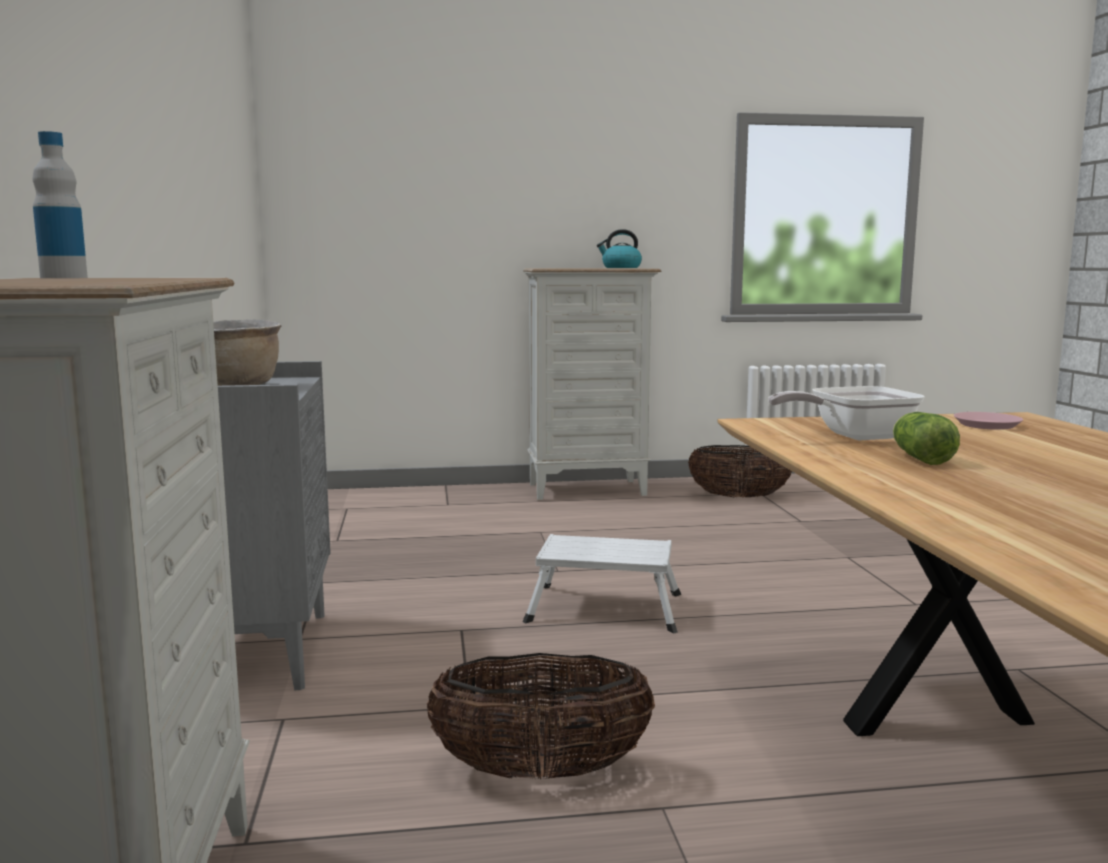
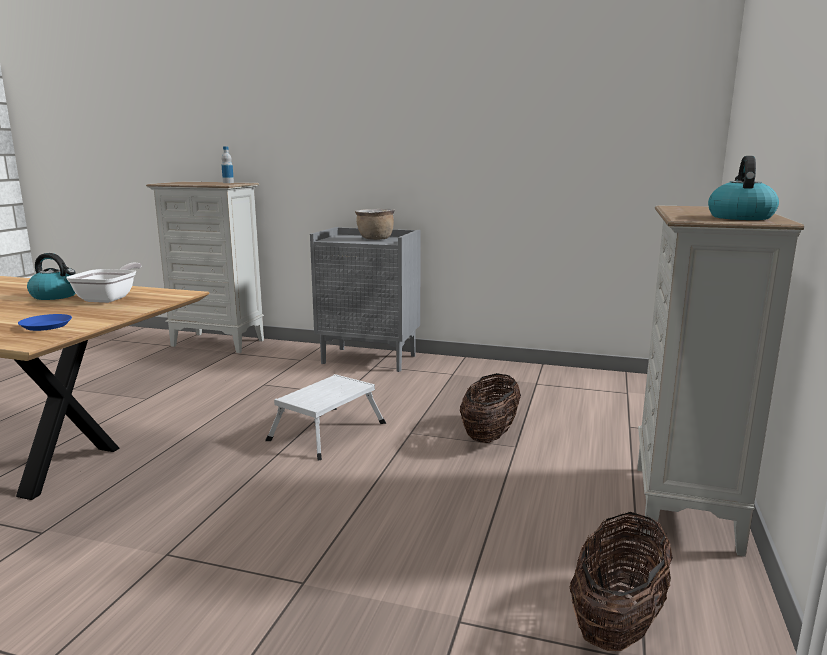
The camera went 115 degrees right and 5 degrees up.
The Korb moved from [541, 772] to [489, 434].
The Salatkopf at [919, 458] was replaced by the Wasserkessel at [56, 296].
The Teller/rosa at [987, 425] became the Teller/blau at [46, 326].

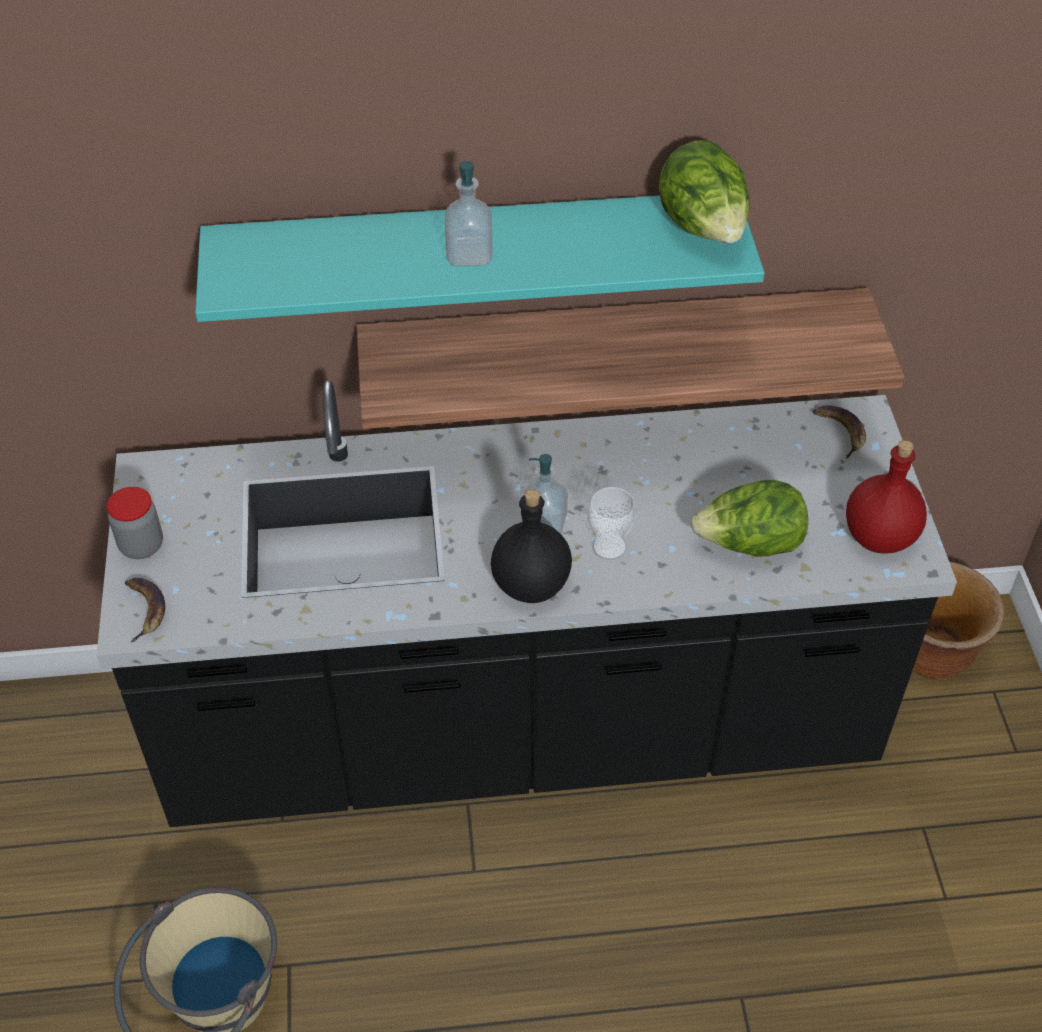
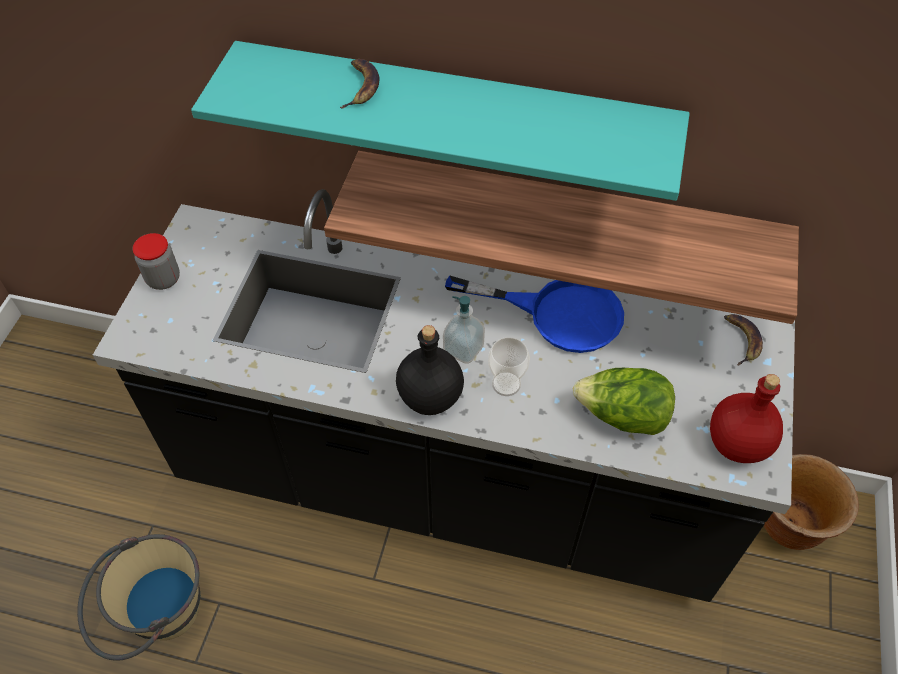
The camera went 20 degrees right and 5 degrees up.
The Seifenspender at [469, 254] disappeared.
The Salatkopf at [703, 229] disappeared.
The Pfanne/blau at [557, 313] appeared.
The Banane moved from [144, 609] to [360, 86].

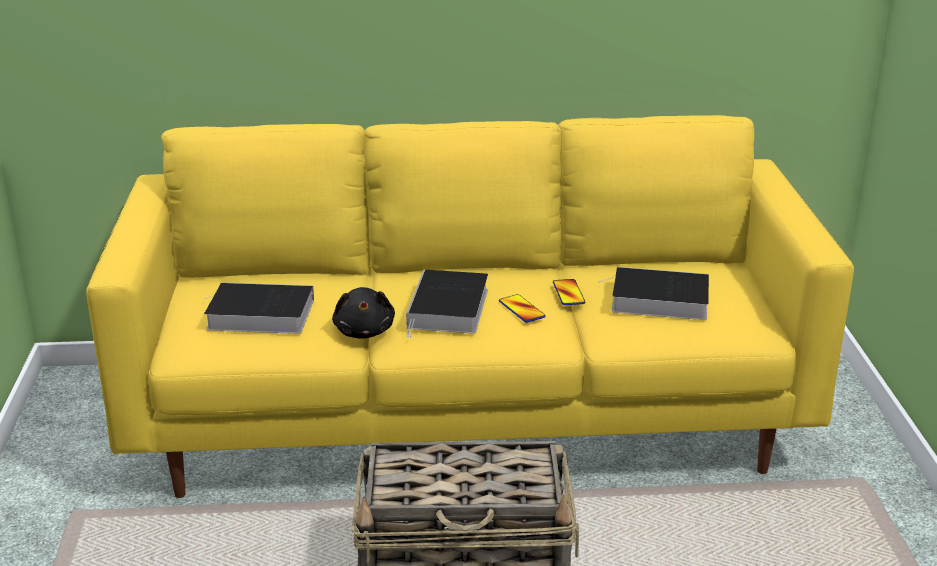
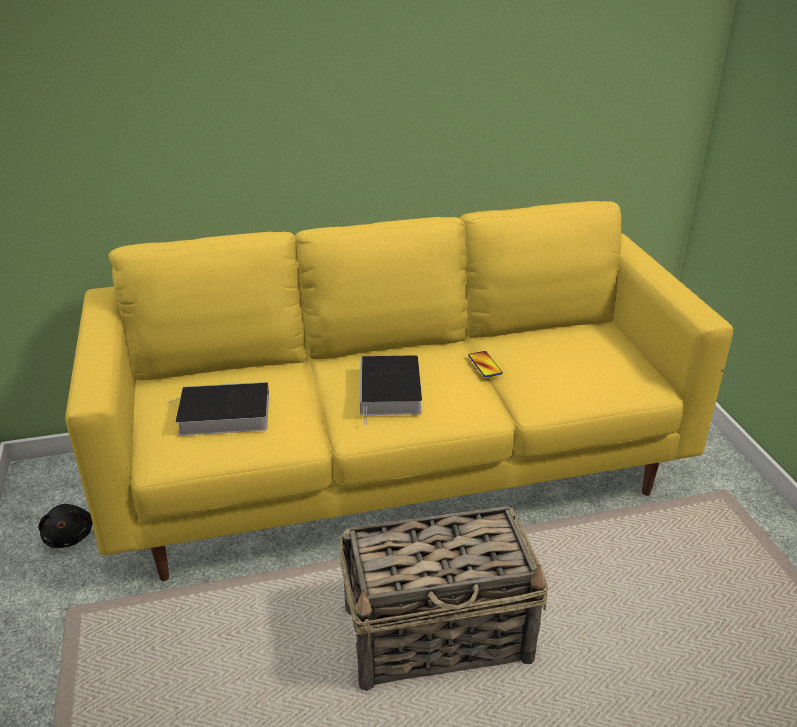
The camera went 10 degrees left and 5 degrees up.
The Handy at [521, 309] disappeared.
The Buch at [656, 300] disappeared.
The Plüschtier/schwarz moved from [364, 331] to [70, 536].

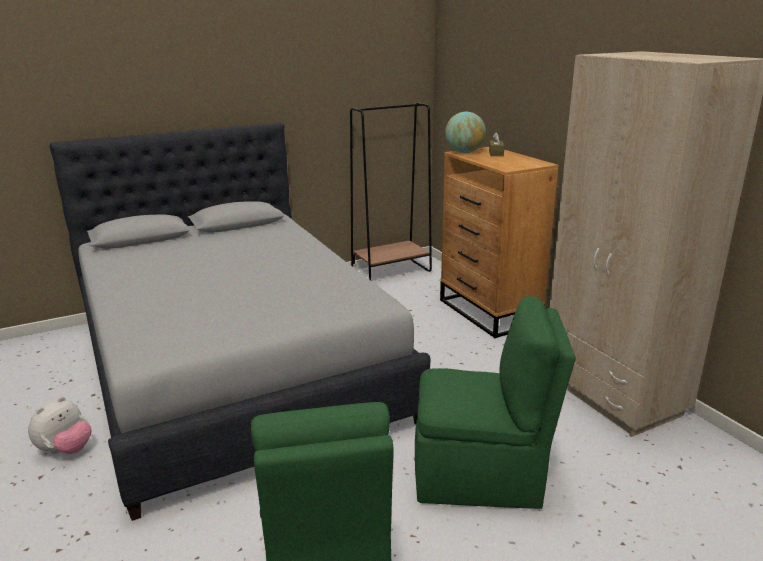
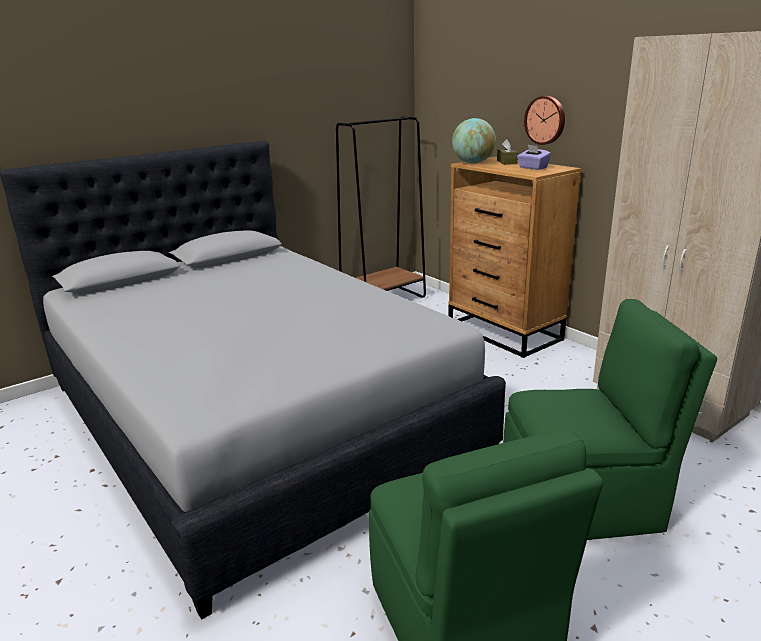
The camera went 10 degrees left and 0 degrees up.
The Plüschtier at [66, 450] disappeared.
The Taschentuchbox/lila at [532, 168] appeared.
The Wanduhr at [545, 120] appeared.

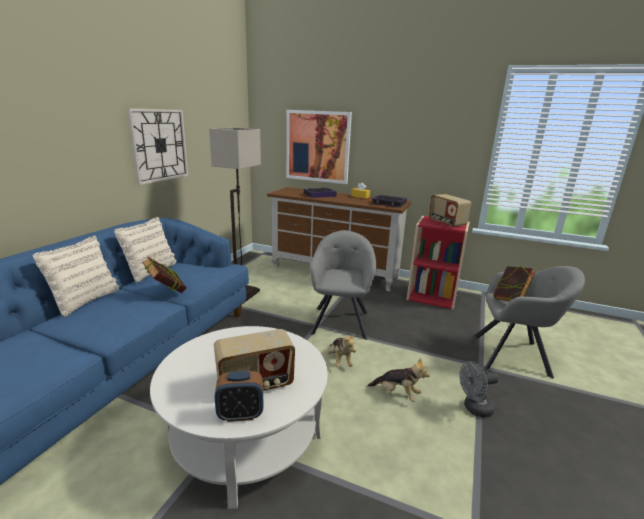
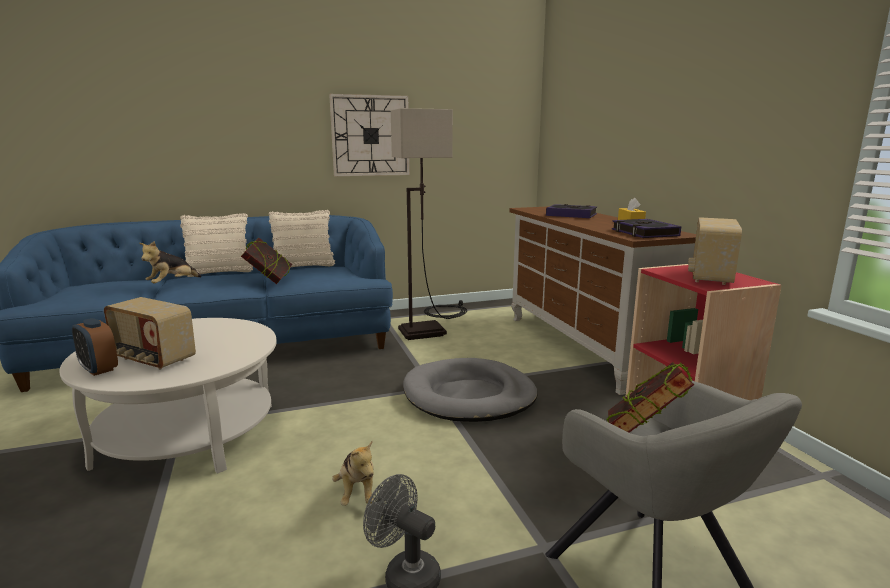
The camera went 50 degrees right and 5 degrees down.
The Bild at [317, 146] disappeared.
The Plüschtier moved from [340, 360] to [172, 284].
The Sessel/grau at [340, 321] was replaced by the Hundebett/grau at [469, 395].

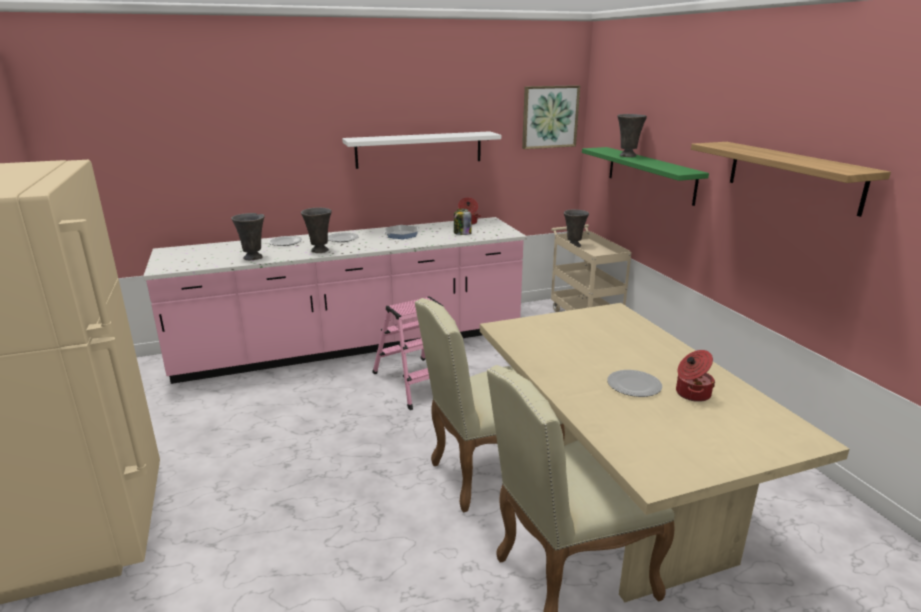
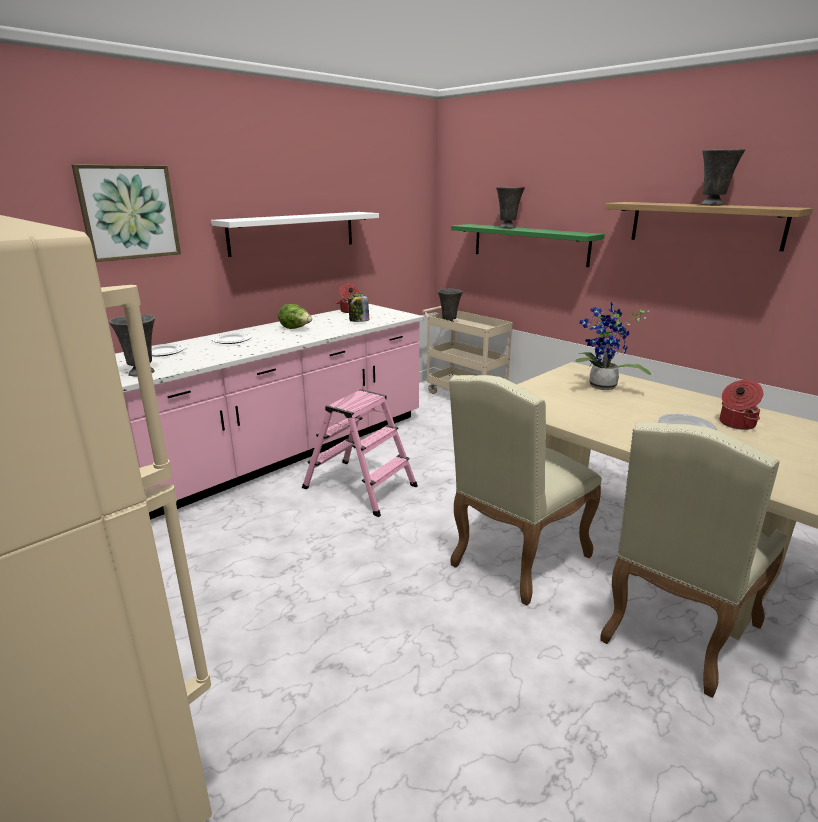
The camera went 25 degrees left and 0 degrees up.
The Topfpflanze at [601, 387] appeared.
The Vase/grau moved from [320, 251] to [713, 205].
The Bild moved from [549, 117] to [129, 212].
The Pfanne at [401, 235] was replaced by the Salatkopf at [295, 329].

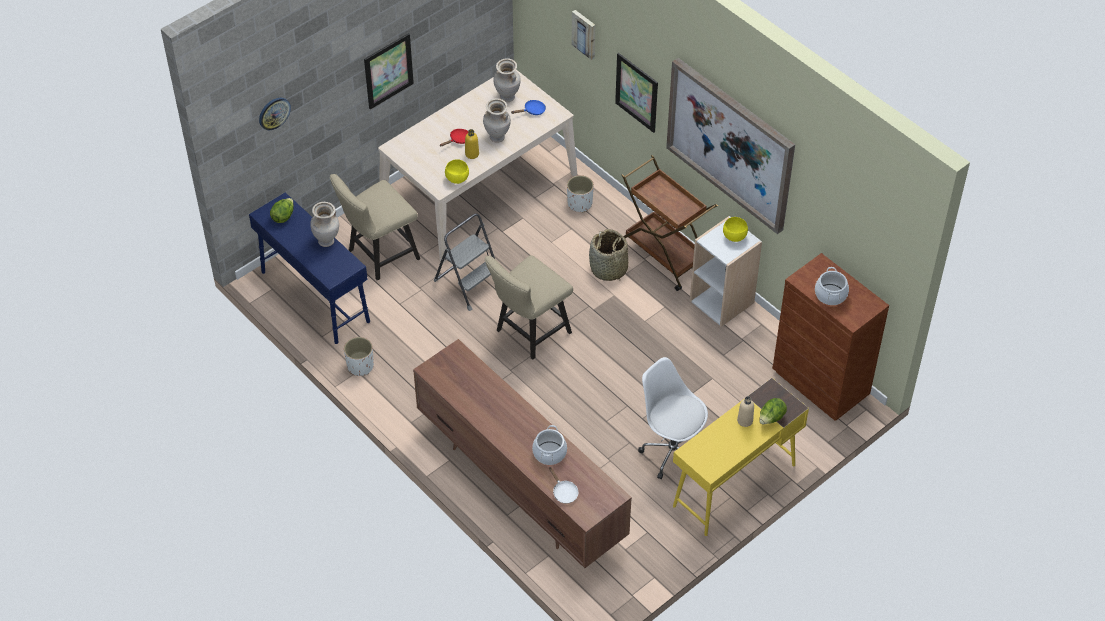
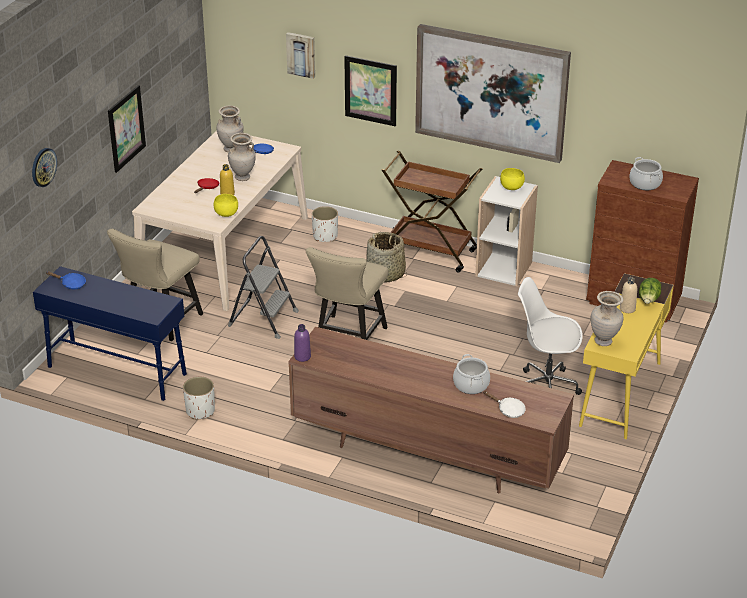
The camera went 25 degrees left and 15 degrees down.
The Flasche/lila at [302, 357] appeared.
The Vase/beige moved from [327, 242] to [604, 341].
The Salatkopf at [283, 216] was replaced by the Pfanne/blau at [71, 284].

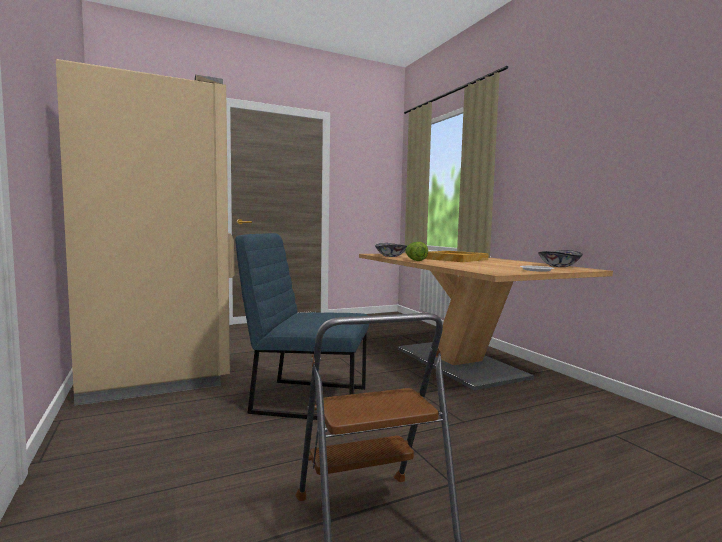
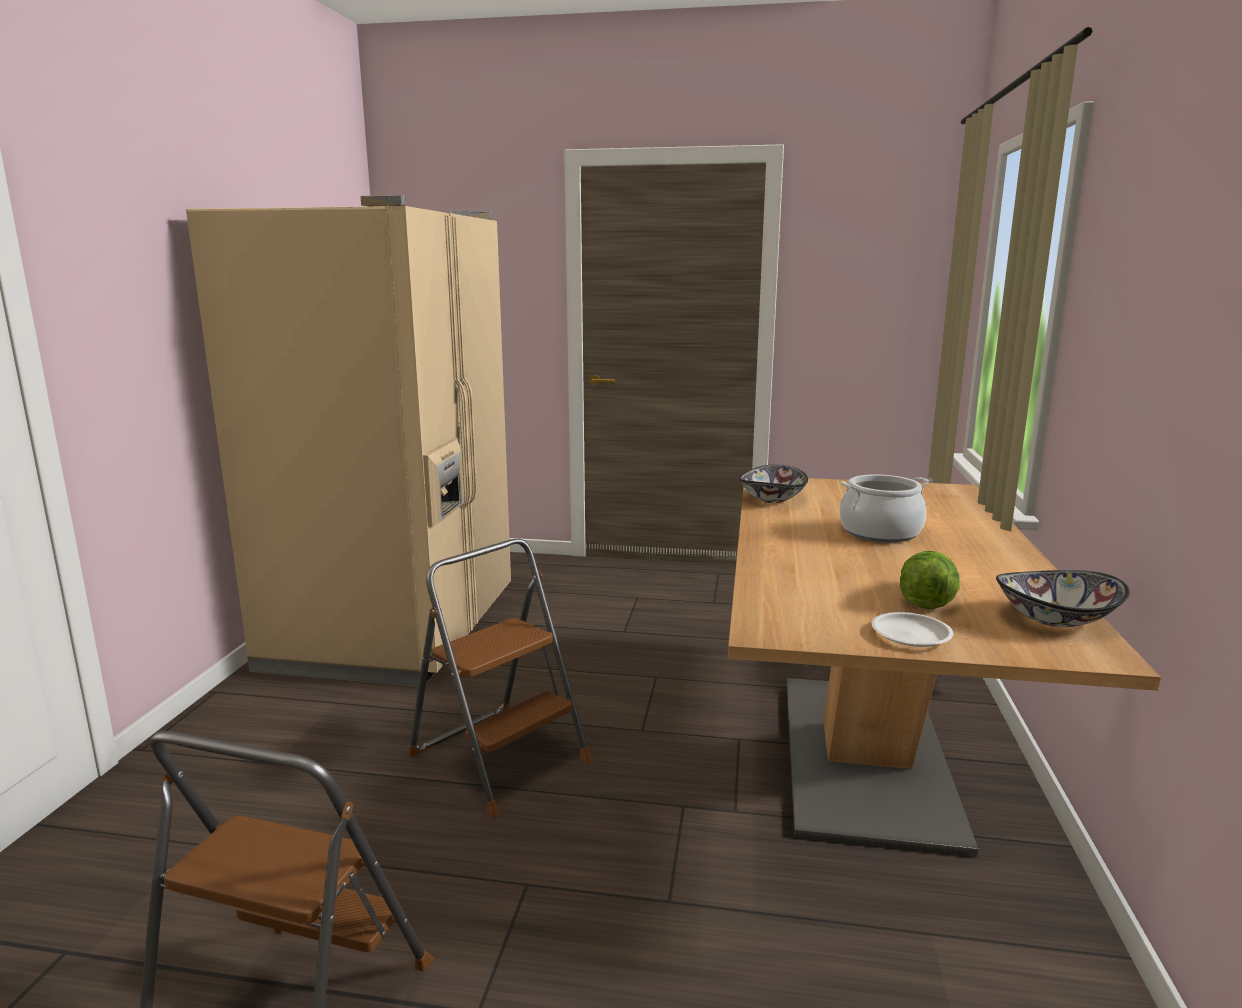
The camera went 35 degrees right and 10 degrees up.
The Salatkopf moved from [414, 260] to [926, 598].
The Stuhl/blau at [307, 399] was replaced by the Trittleiter/braun at [496, 754].
The Tablett/beige at [454, 259] was replaced by the Kochtopf at [880, 532].

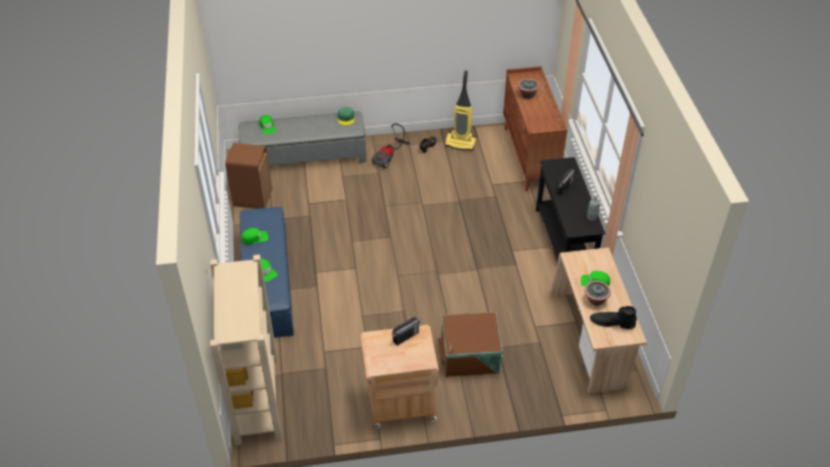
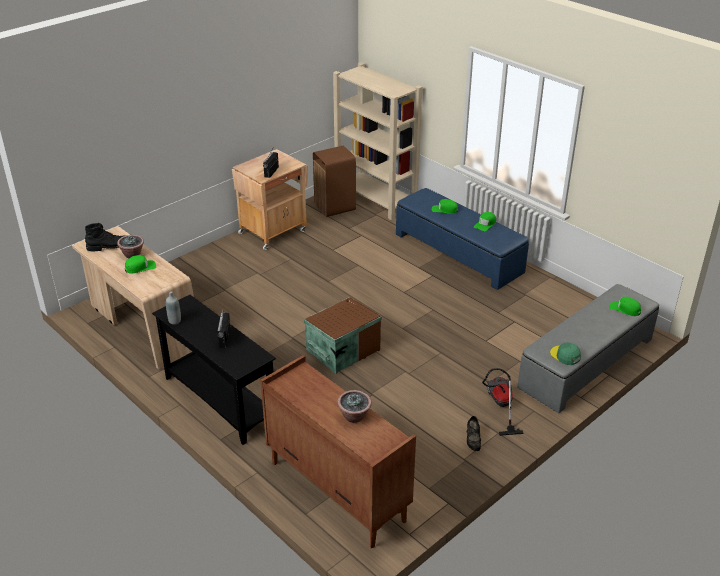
The camera went 145 degrees right and 10 degrees down.
The Staubsauger at [461, 143] disappeared.
The Mülleimer/braun moved from [252, 198] to [335, 207].
The Aufbewahrungsbox/braun moved from [470, 357] to [342, 349].

